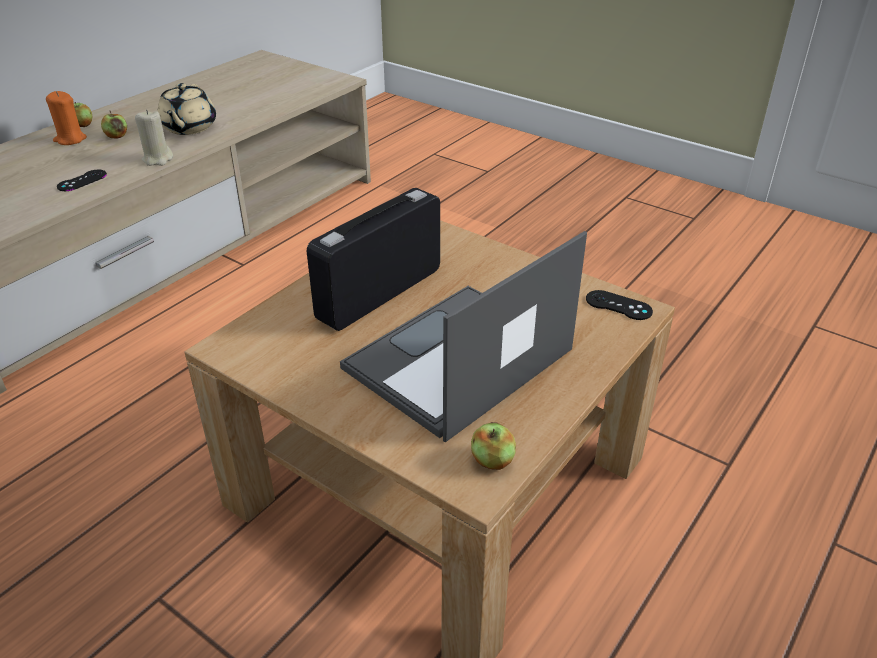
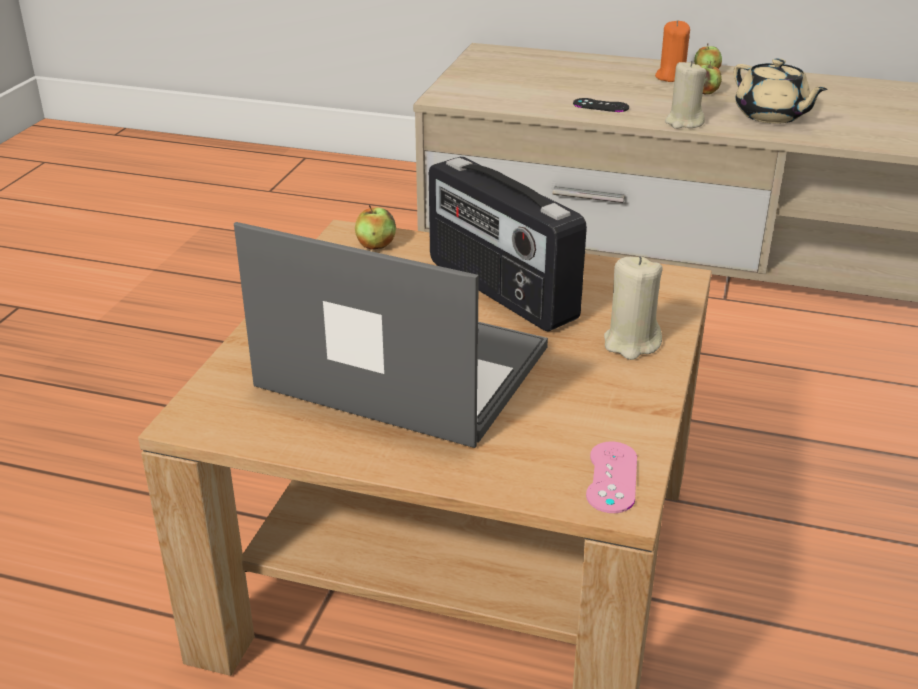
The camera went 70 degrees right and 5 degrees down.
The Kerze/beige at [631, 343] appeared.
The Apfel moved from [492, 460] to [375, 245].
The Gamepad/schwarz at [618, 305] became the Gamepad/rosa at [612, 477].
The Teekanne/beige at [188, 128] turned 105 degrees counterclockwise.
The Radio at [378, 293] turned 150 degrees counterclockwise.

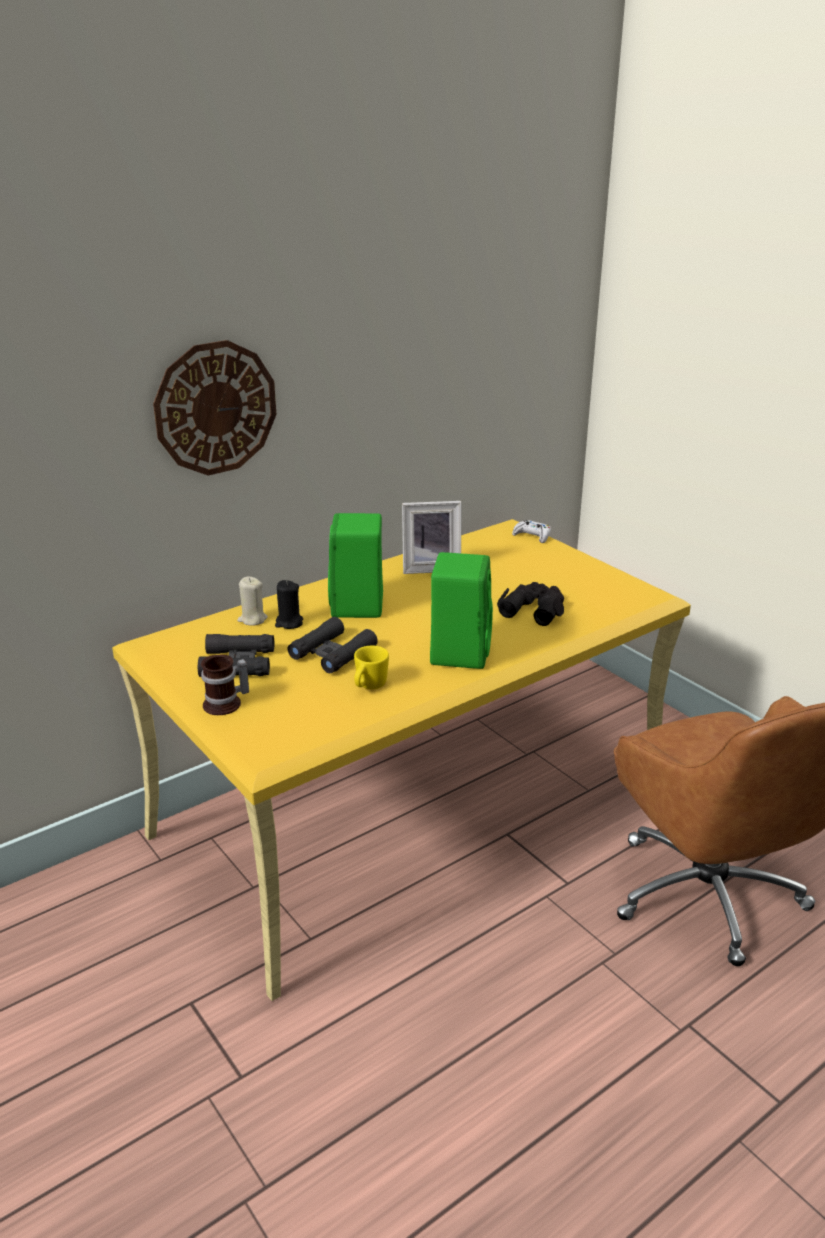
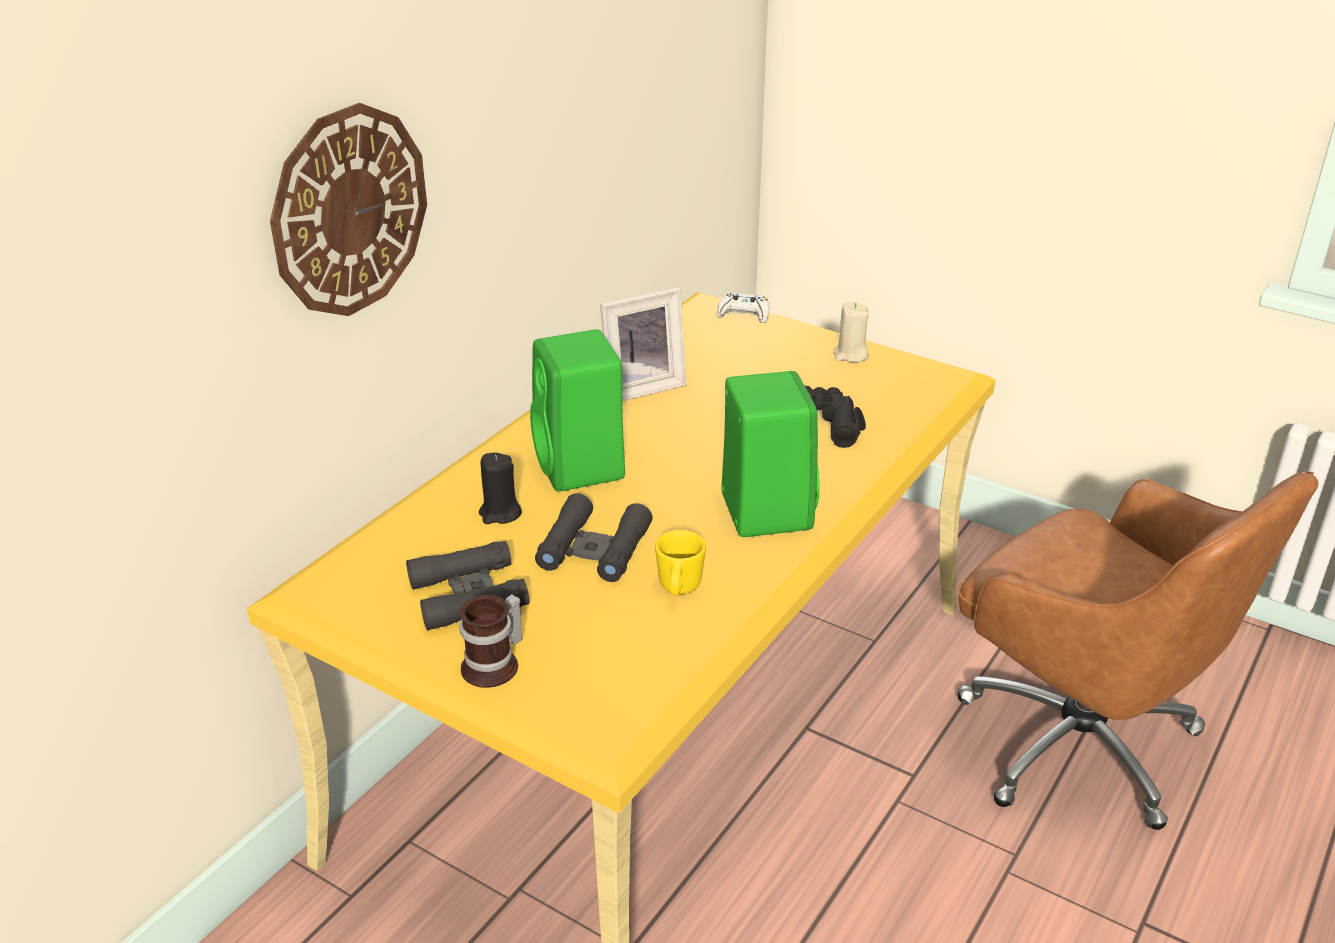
The camera went 20 degrees left and 5 degrees up.
The Kerze/beige moved from [252, 619] to [850, 355].

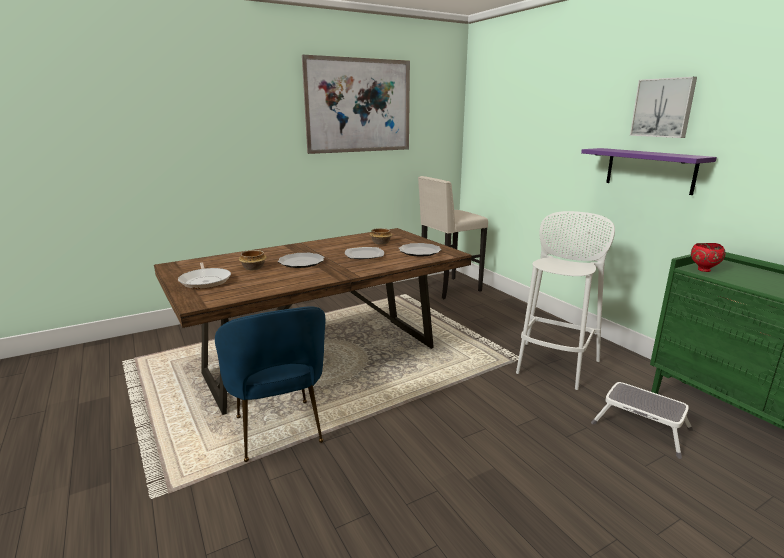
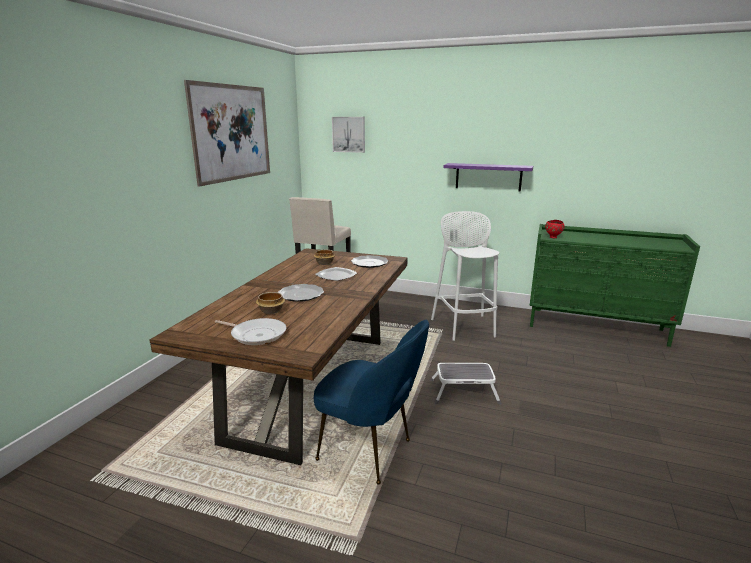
The camera went 40 degrees left and 0 degrees up.
The Trittleiter/grau moved from [641, 427] to [464, 392].
The Bild moved from [663, 108] to [349, 134].

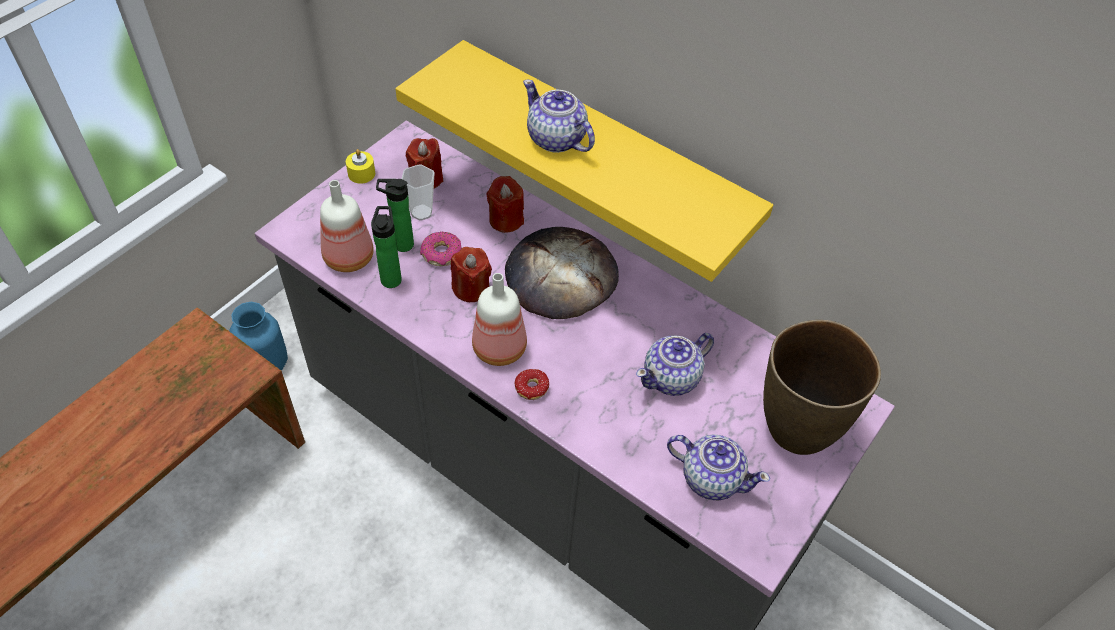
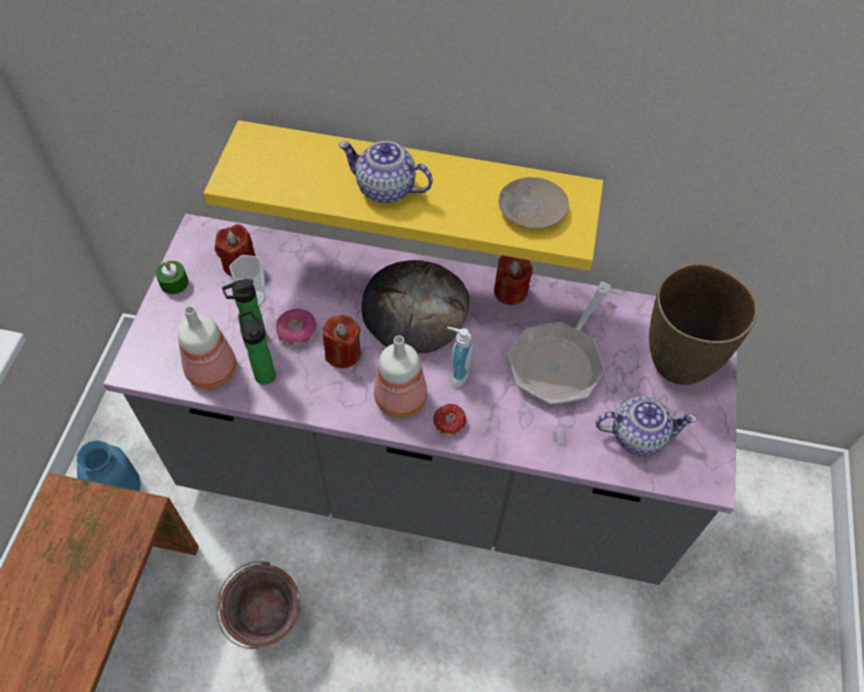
The camera went 25 degrees left and 5 degrees up.
The Eimer at [268, 625] appeared.
The Seifenspender at [456, 374] appeared.
The Teller/beige at [531, 209] appeared.
The Kerze/rot moved from [506, 220] to [510, 291].
The Teekanne at [672, 378] was replaced by the Pfanne at [558, 362].
The Kerze/gelb at [361, 173] became the Kerze/grün at [174, 283].

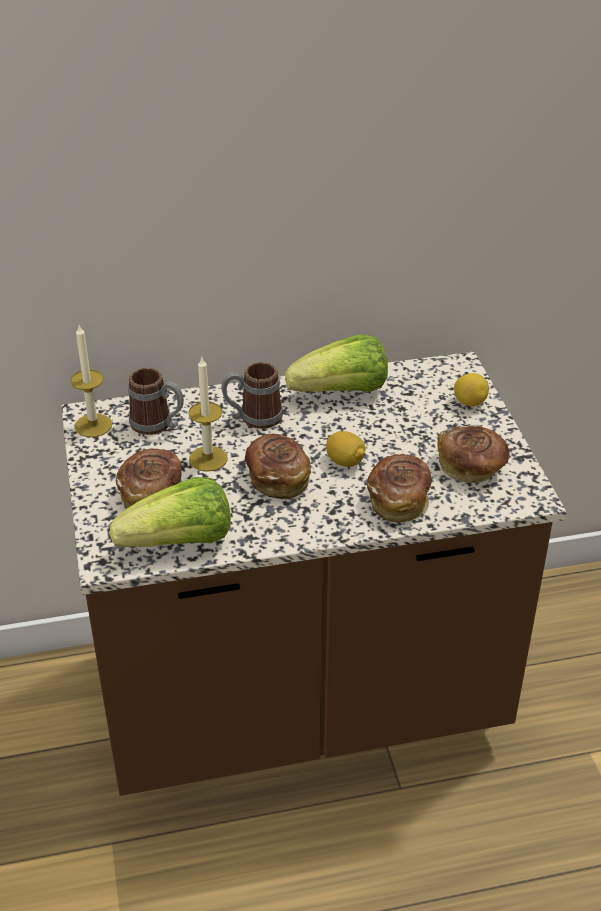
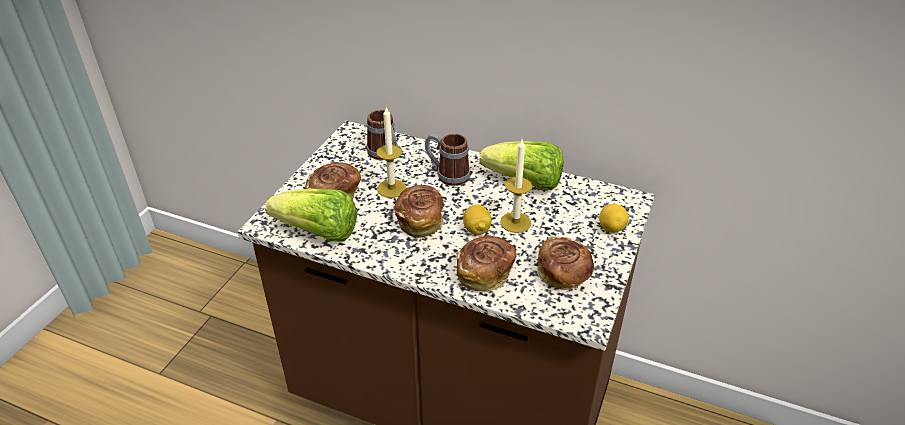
The camera went 35 degrees right and 0 degrees up.
The Kerze moved from [93, 425] to [515, 222].

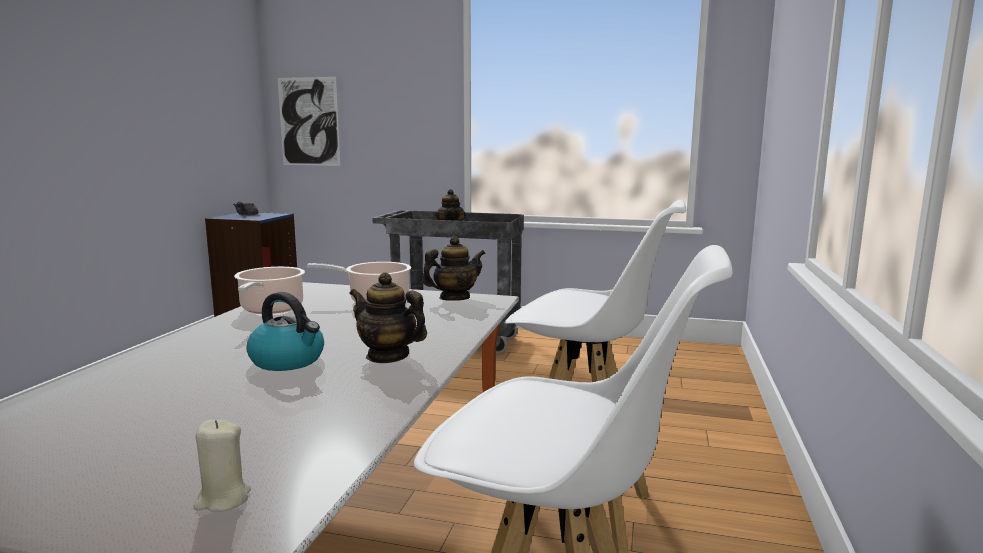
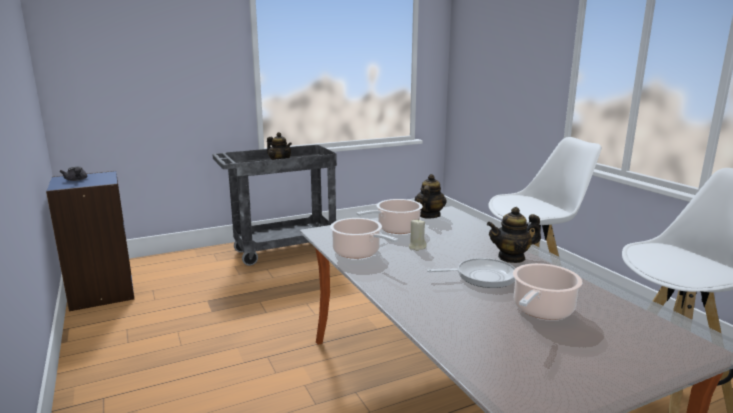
The camera went 40 degrees left and 5 degrees up.
The Bild at [309, 122] disappeared.
The Kochtopf at [541, 310] appeared.
The Kerze/beige moved from [222, 499] to [417, 247].
The Wasserkessel at [288, 361] was replaced by the Pfanne at [482, 277].

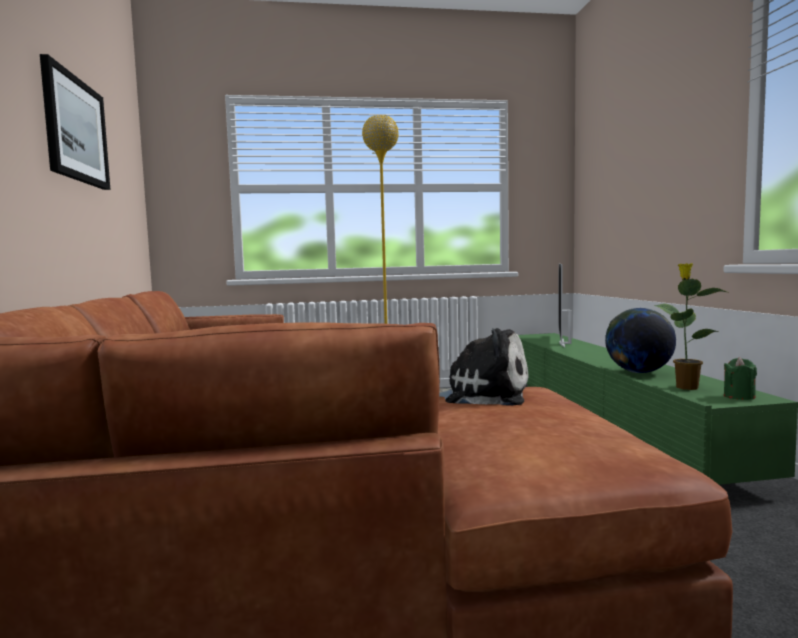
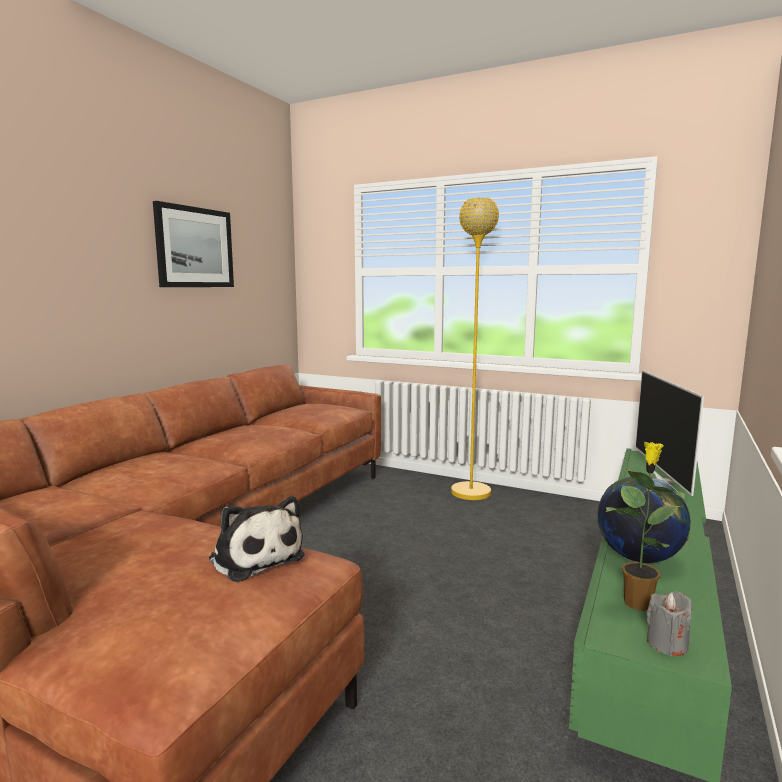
The camera went 35 degrees right and 5 degrees up.
The Kerze/grün at [739, 396] became the Kerze/grau at [667, 644].
The Fernseher at [565, 343] turned 45 degrees counterclockwise.

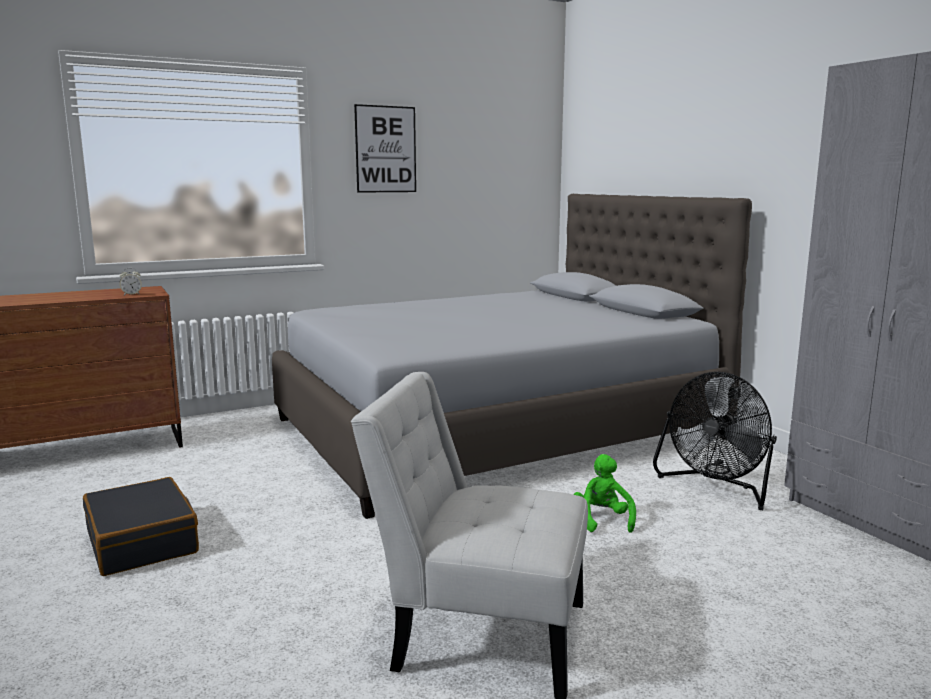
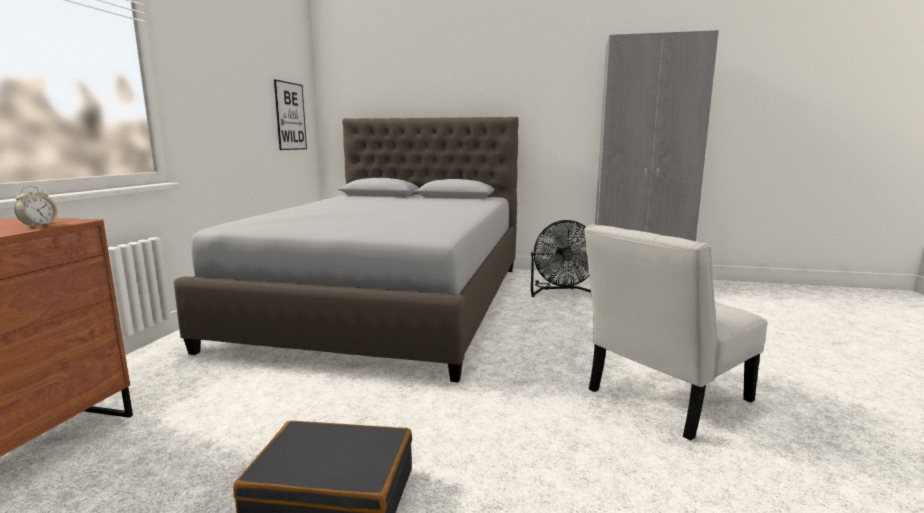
The camera went 50 degrees left and 0 degrees up.
The Plüschtier/grün at [602, 520] disappeared.
The Bild moved from [385, 149] to [290, 116].

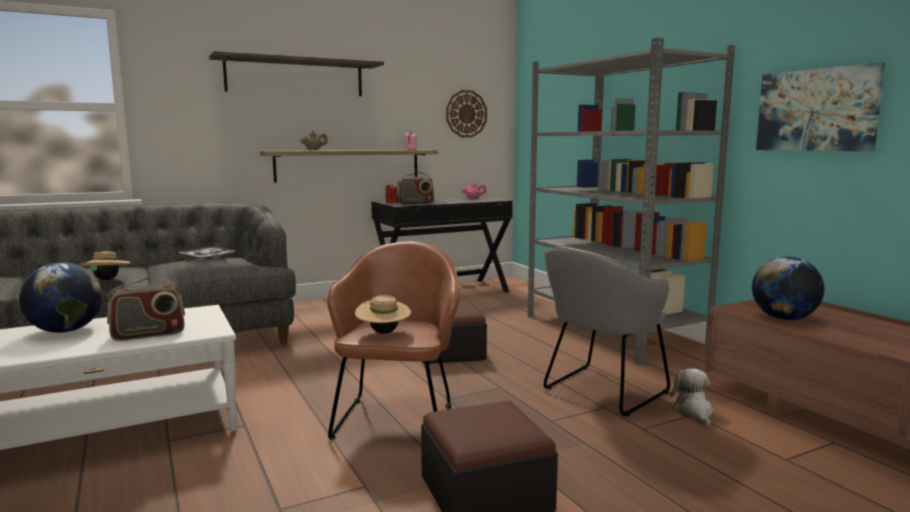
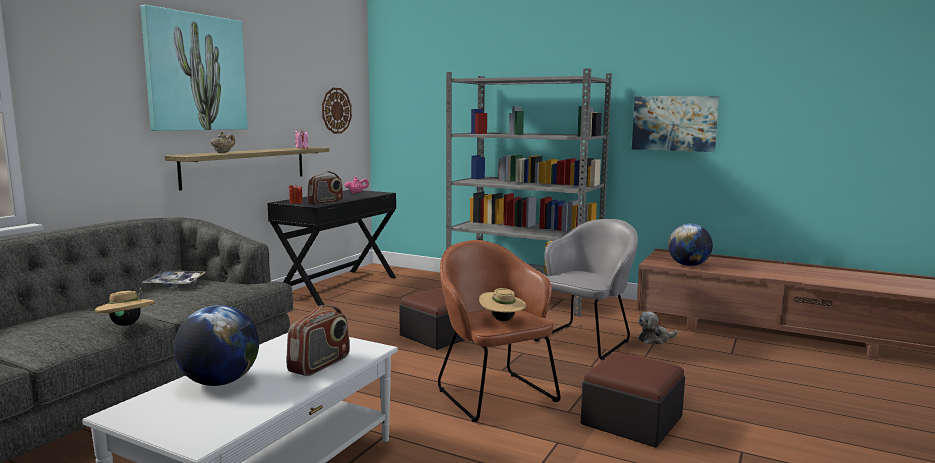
The camera went 35 degrees left and 0 degrees up.
The Wandregal at [295, 77] was replaced by the Bild at [196, 72].
The Sessel/grau at [600, 392] turned 150 degrees counterclockwise.
The Plüschtier at [694, 413] turned 75 degrees counterclockwise.

